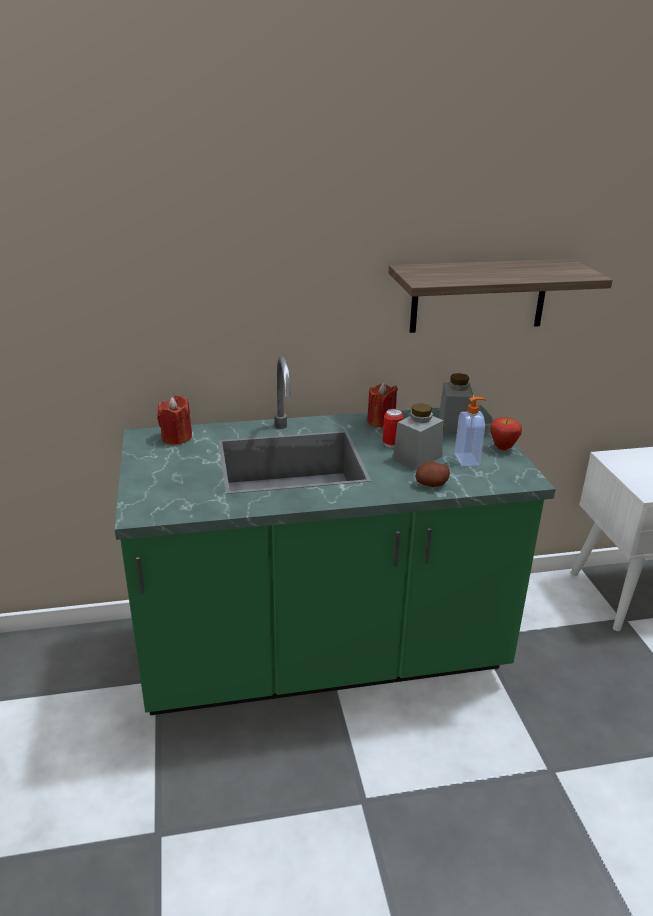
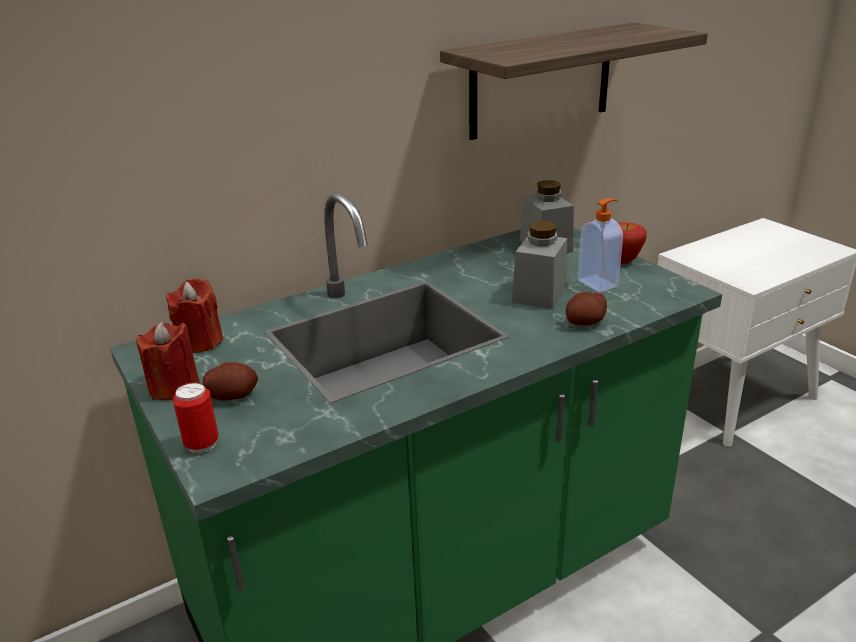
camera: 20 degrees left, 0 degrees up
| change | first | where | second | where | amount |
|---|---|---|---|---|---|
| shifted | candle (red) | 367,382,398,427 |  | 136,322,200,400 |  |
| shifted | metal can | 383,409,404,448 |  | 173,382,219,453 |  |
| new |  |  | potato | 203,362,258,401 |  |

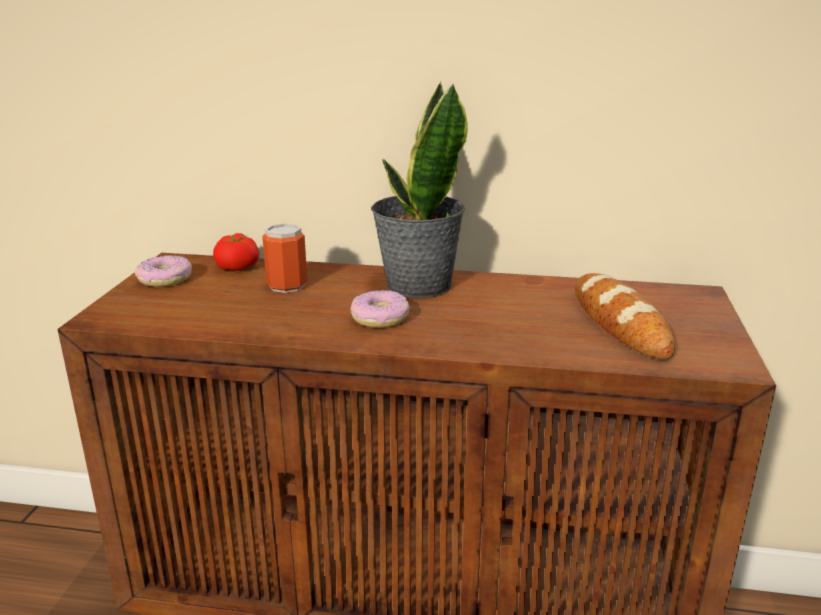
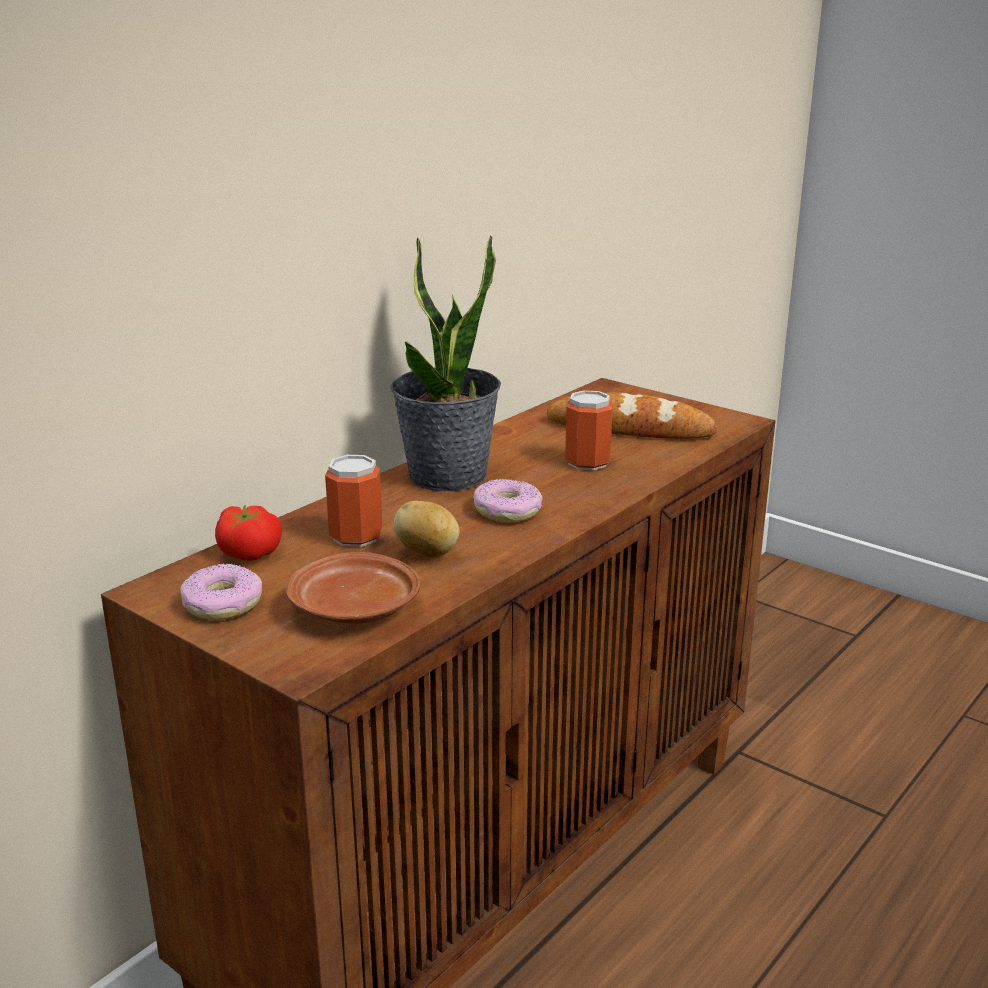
camera: 60 degrees left, 0 degrees up
| change | first | where | second | where | amount |
|---|---|---|---|---|---|
| new |  |  | dinner plate (brown-coloured) | 286,552,420,624 |  |
| new |  |  | potato | 393,501,460,558 |  |
| new |  |  | metal can | 565,390,613,470 |  |

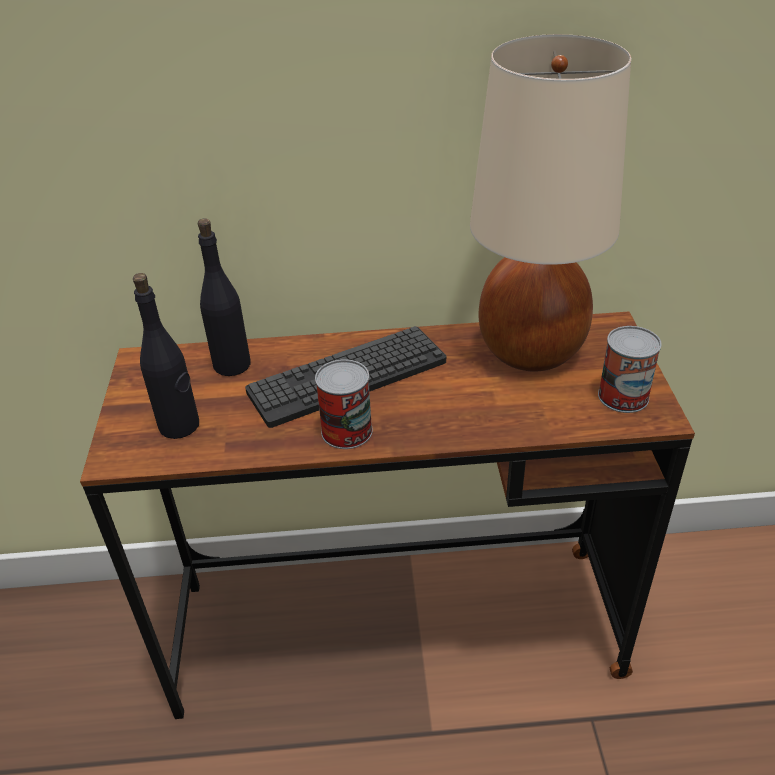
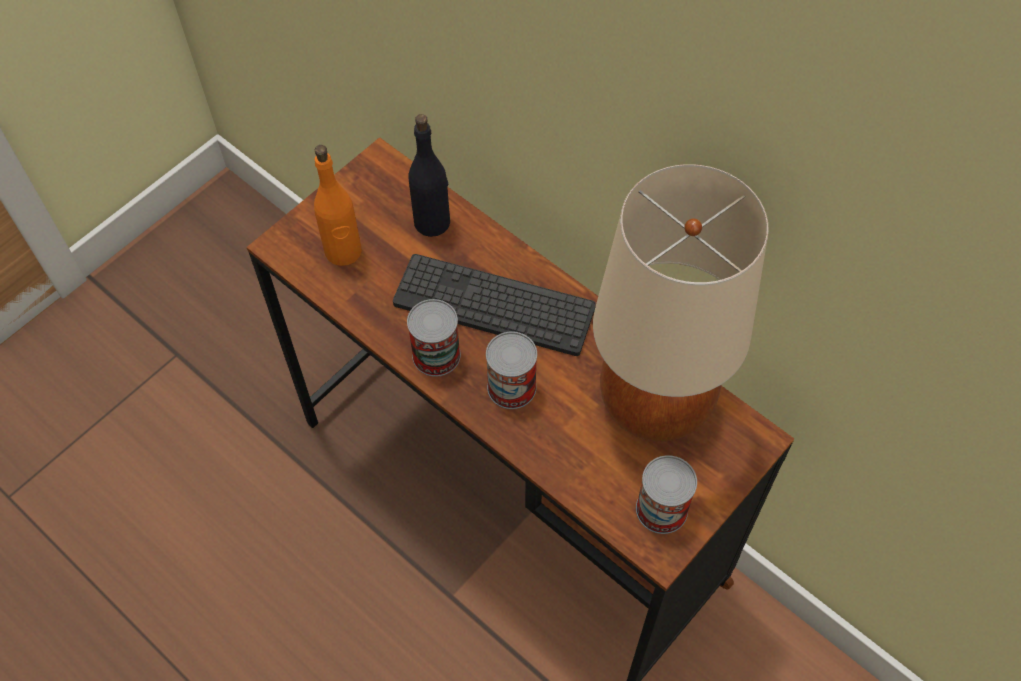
camera: 45 degrees right, 20 degrees up
| change | first | where | second | where | amount |
|---|---|---|---|---|---|
| repainted | bottle (black) | 133,273,199,439 | bottle (orange) | 314,145,362,266 |  |
| new |  |  | metal can | 486,332,537,409 |  |

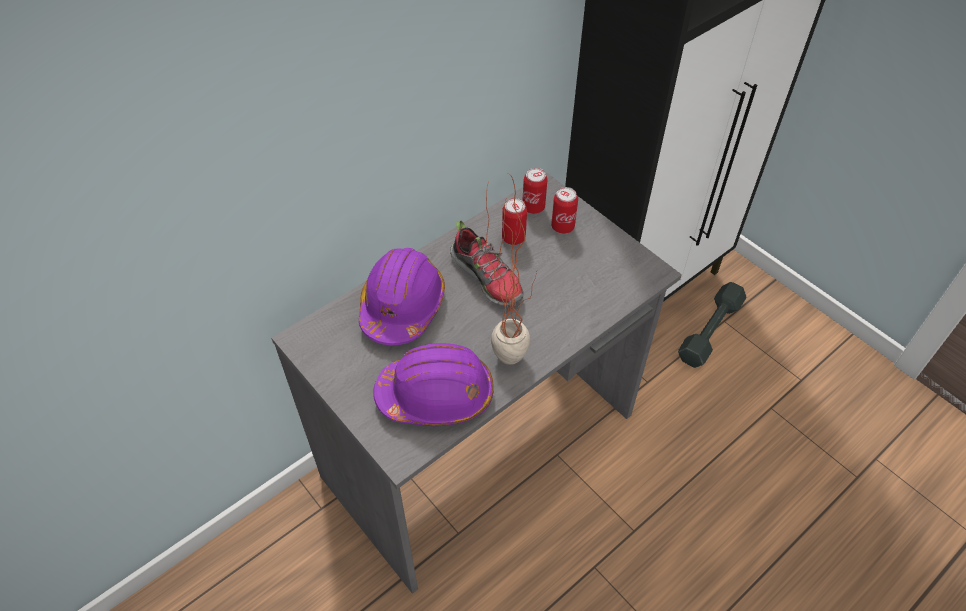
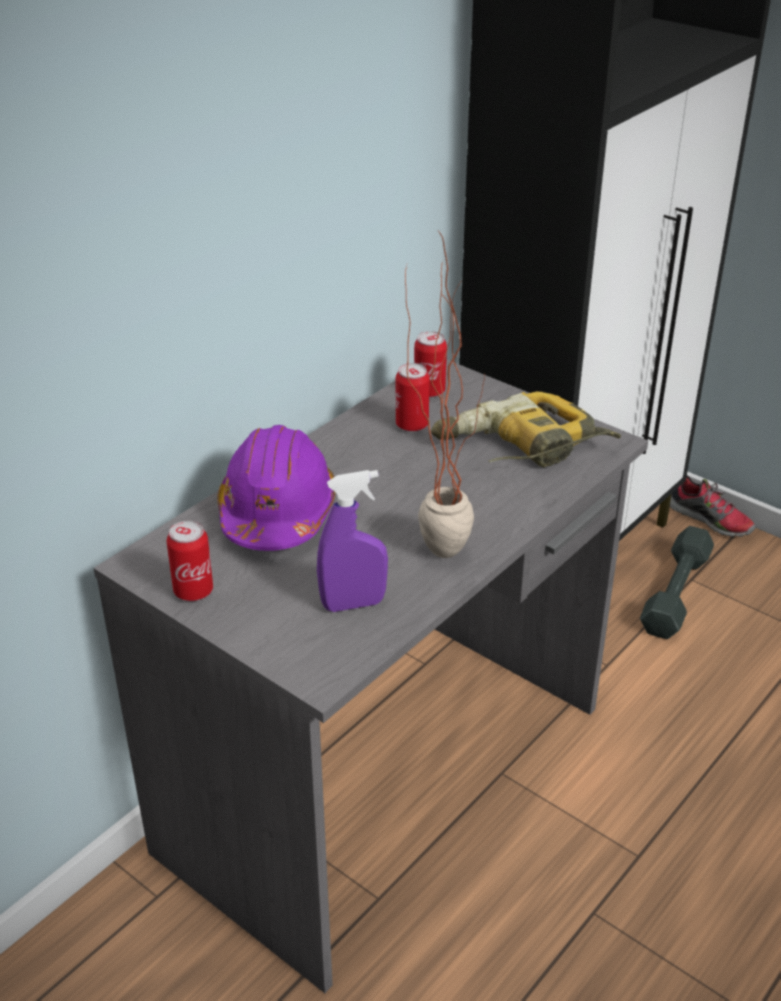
camera: 10 degrees left, 15 degrees down
| change | first | where | second | where | amount |
|---|---|---|---|---|---|
| swapped | safety helmet (purple-coloured) | 373,343,494,426 | sprayer (purple-coloured) | 317,470,388,612 |  |
| shifted | item of footwear | 450,220,524,306 |  | 670,475,756,537 |  |
| shifted | metal can | 551,187,578,234 |  | 167,521,213,601 |  |
| new |  |  | electric drill | 431,392,621,467 |  |

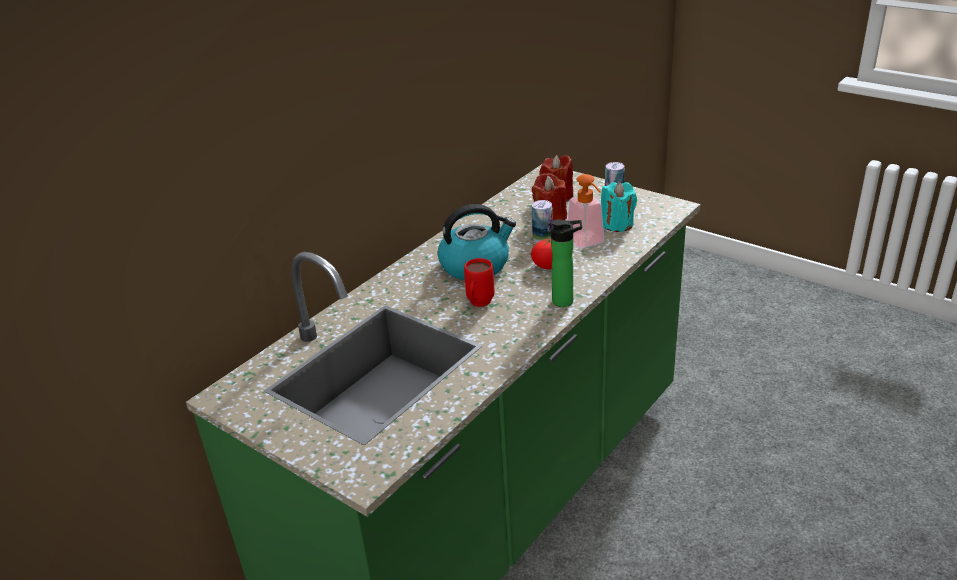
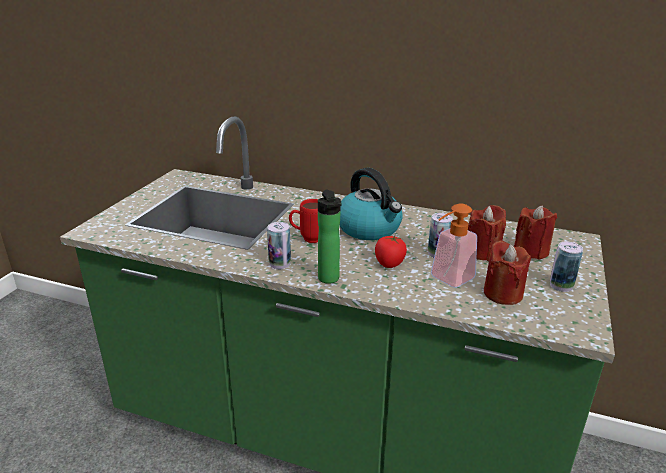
camera: 70 degrees right, 5 degrees down
| change | first | where | second | where | amount |
|---|---|---|---|---|---|
| repainted | candle (blue-green) | 601,182,637,232 | candle (red) | 484,240,531,305 |  |
| new |  |  | metal can | 267,222,291,270 |  |

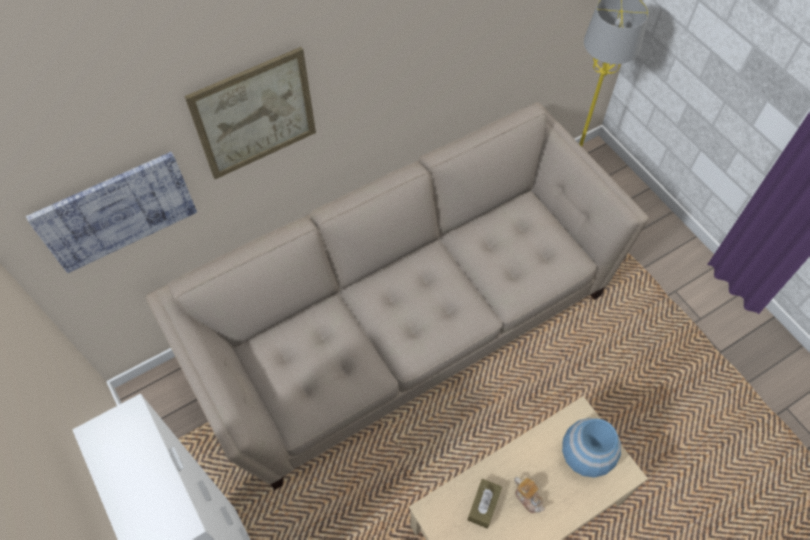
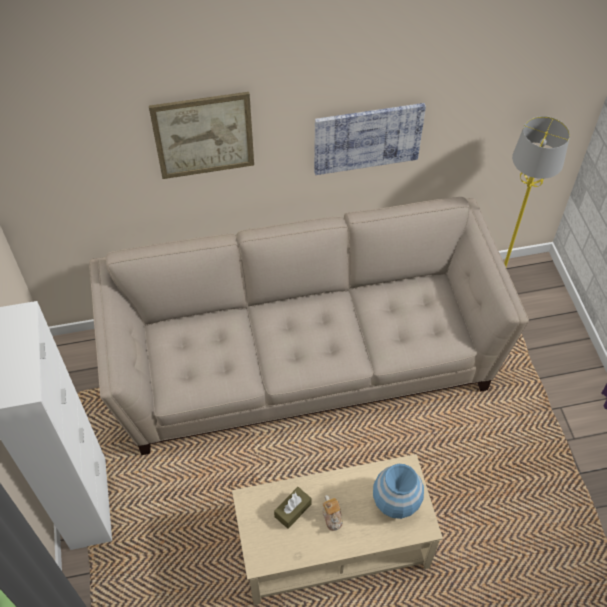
camera: 20 degrees right, 5 degrees down
| change | first | where | second | where | amount |
|---|---|---|---|---|---|
| shifted | picture | 26,152,197,273 |  | 314,103,426,175 |  |

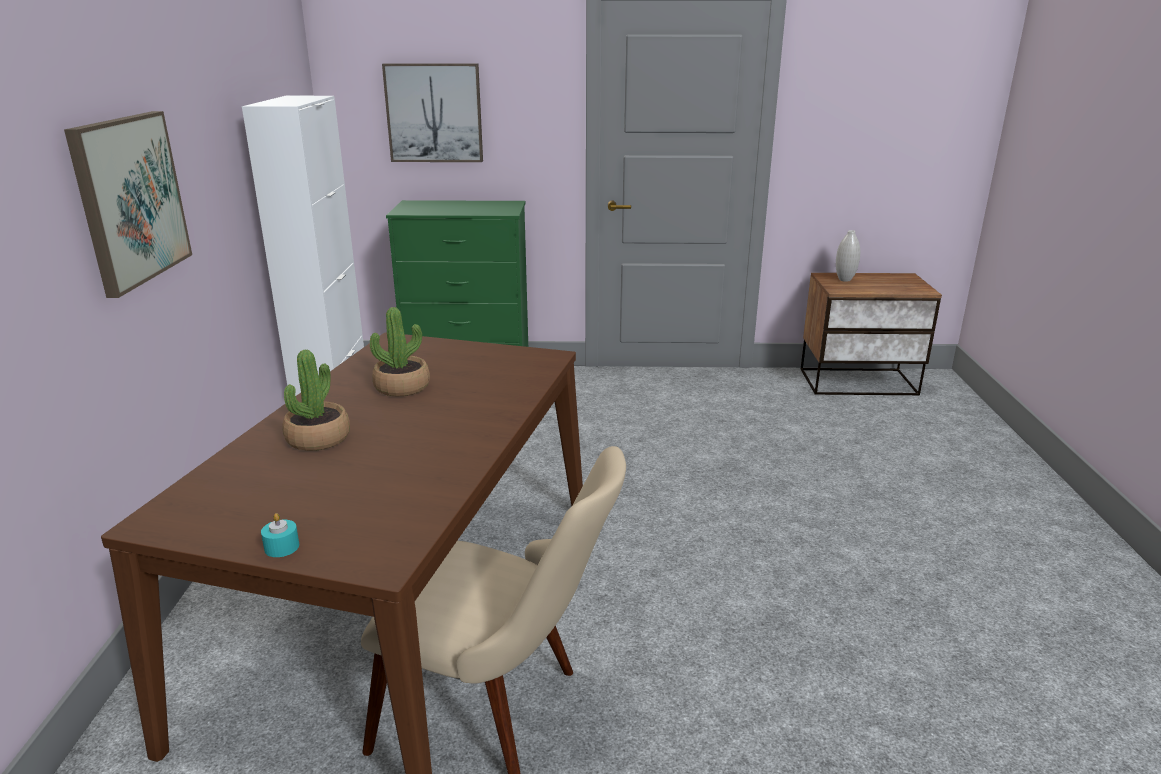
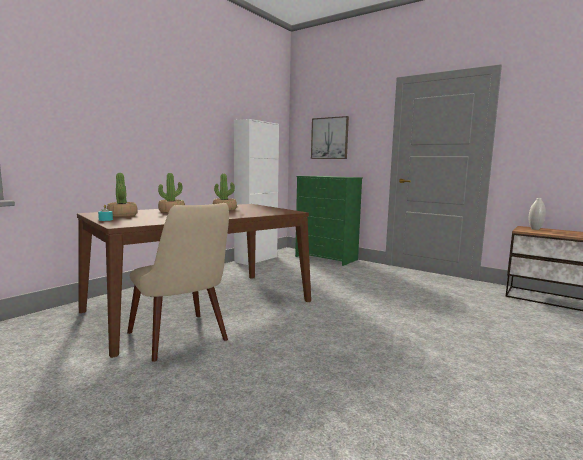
camera: 35 degrees right, 15 degrees down
| change | first | where | second | where | amount |
|---|---|---|---|---|---|
| gone | picture | 64,111,192,298 |  |  |  |
| new |  |  | potted plant | 107,173,138,217 |  |

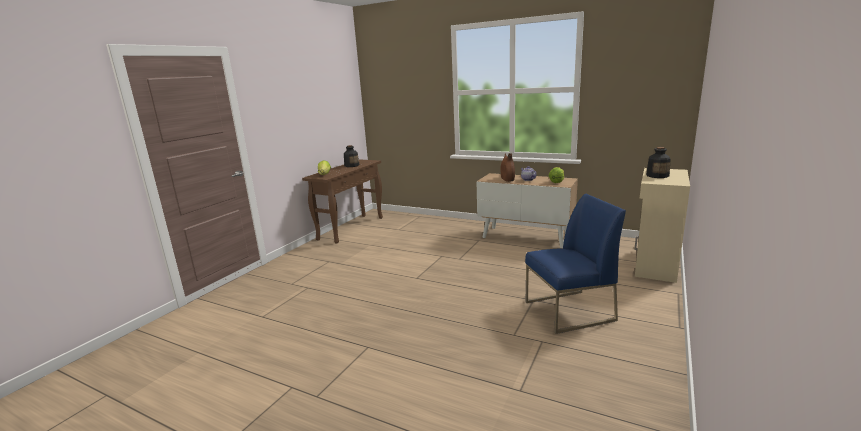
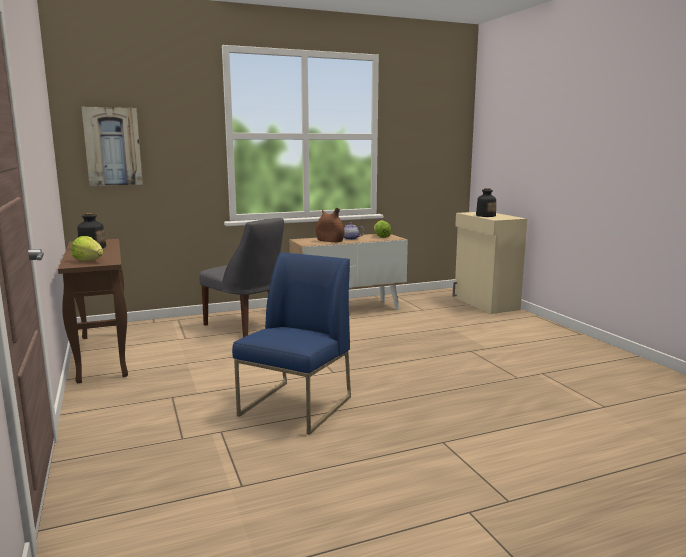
camera: 50 degrees left, 5 degrees down
| change | first | where | second | where | amount |
|---|---|---|---|---|---|
| shifted | plain chair (blue) | 525,194,626,334 |  | 232,252,351,435 |  |
| new |  |  | picture | 82,107,143,186 |  |
| new |  |  | plain chair (greyish) | 200,218,284,337 |  |

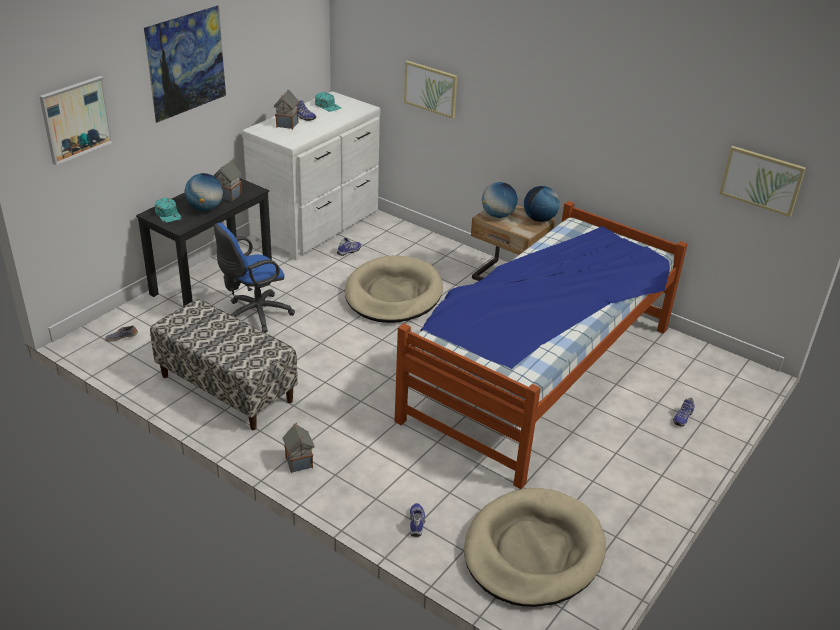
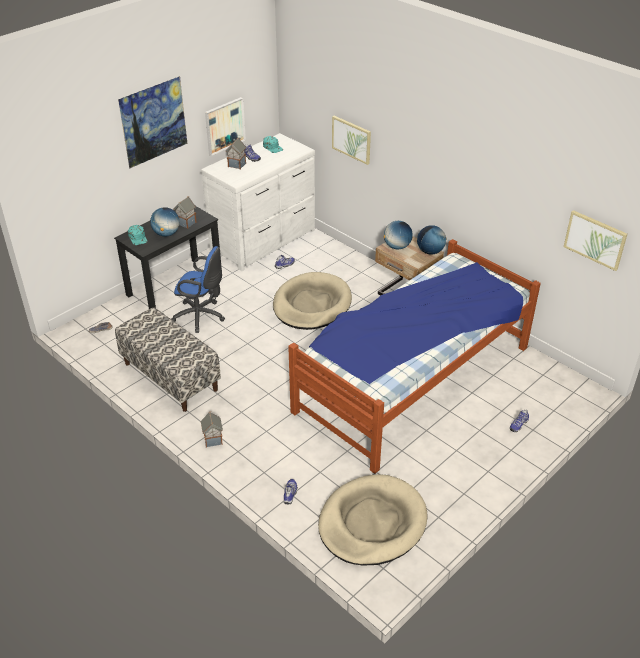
camera: 10 degrees right, 5 degrees up
| change | first | where | second | where | amount |
|---|---|---|---|---|---|
| shifted | picture | 39,76,114,165 |  | 205,97,246,156 |  |
| rotated | computer chair (blue) | 214,223,295,332 |  | 171,246,225,333 | 135 degrees counterclockwise |

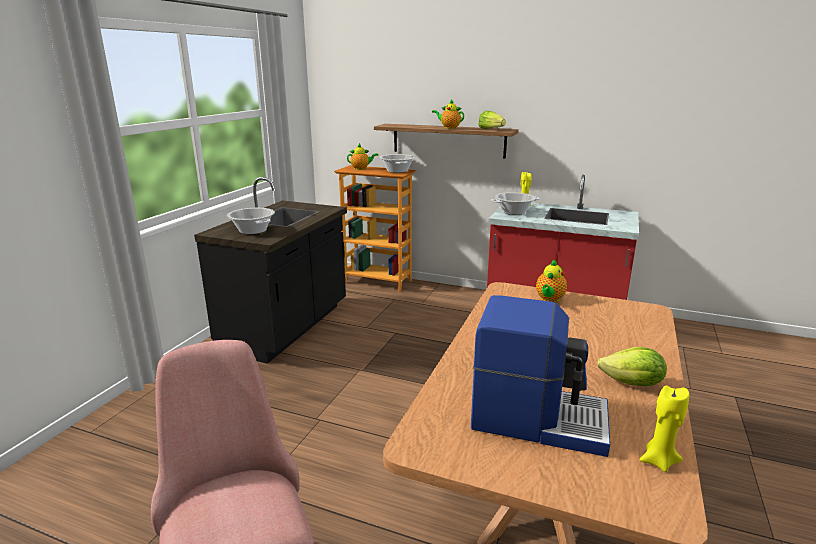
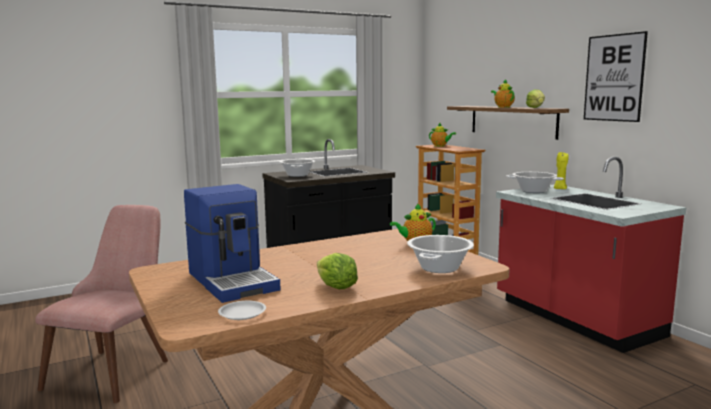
camera: 40 degrees right, 10 degrees down
| change | first | where | second | where | amount |
|---|---|---|---|---|---|
| shifted | cooking pot | 380,154,415,173 |  | 407,235,474,273 |  |
| swapped | candle (yellow-coloured) | 640,386,689,472 | dinner plate (whitish) | 218,301,266,320 |  |
| new |  |  | picture | 584,31,648,122 |  |

